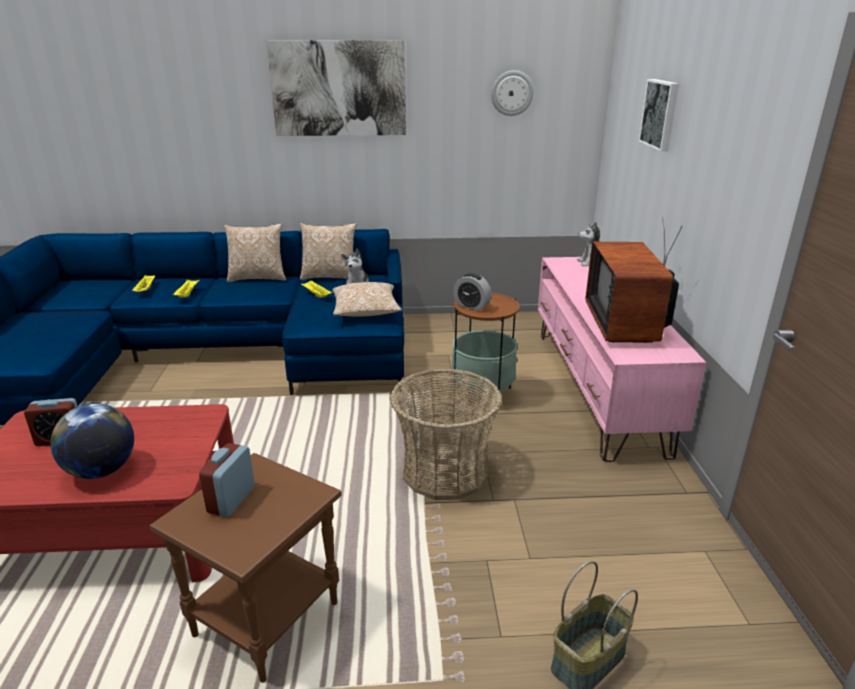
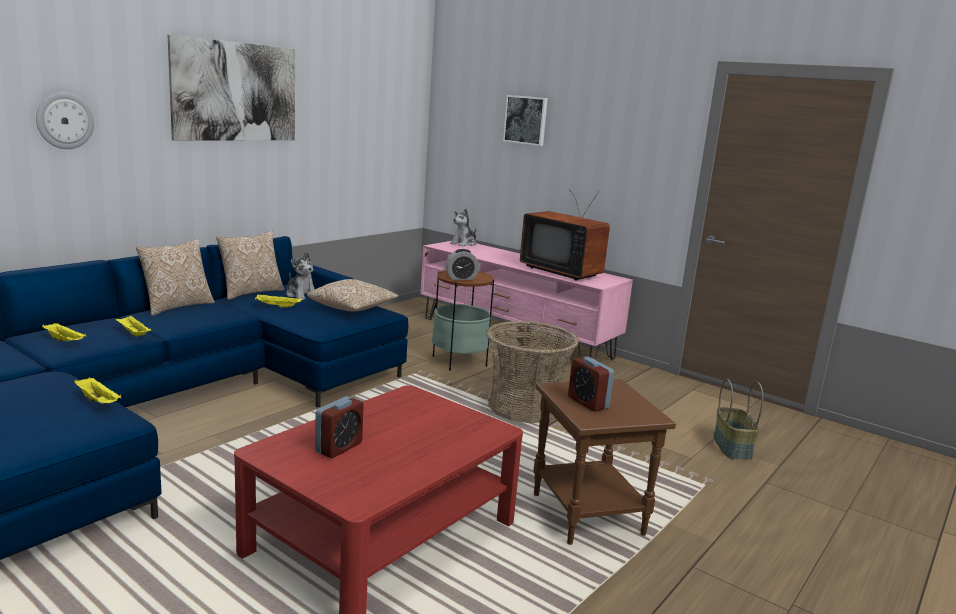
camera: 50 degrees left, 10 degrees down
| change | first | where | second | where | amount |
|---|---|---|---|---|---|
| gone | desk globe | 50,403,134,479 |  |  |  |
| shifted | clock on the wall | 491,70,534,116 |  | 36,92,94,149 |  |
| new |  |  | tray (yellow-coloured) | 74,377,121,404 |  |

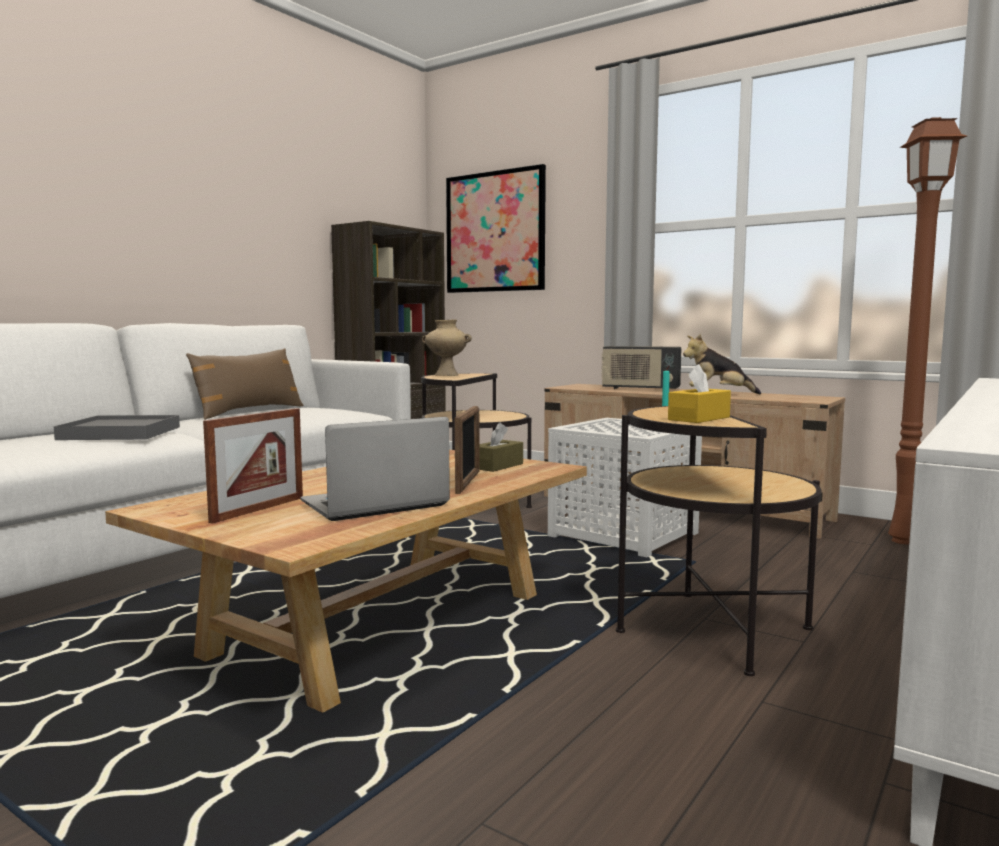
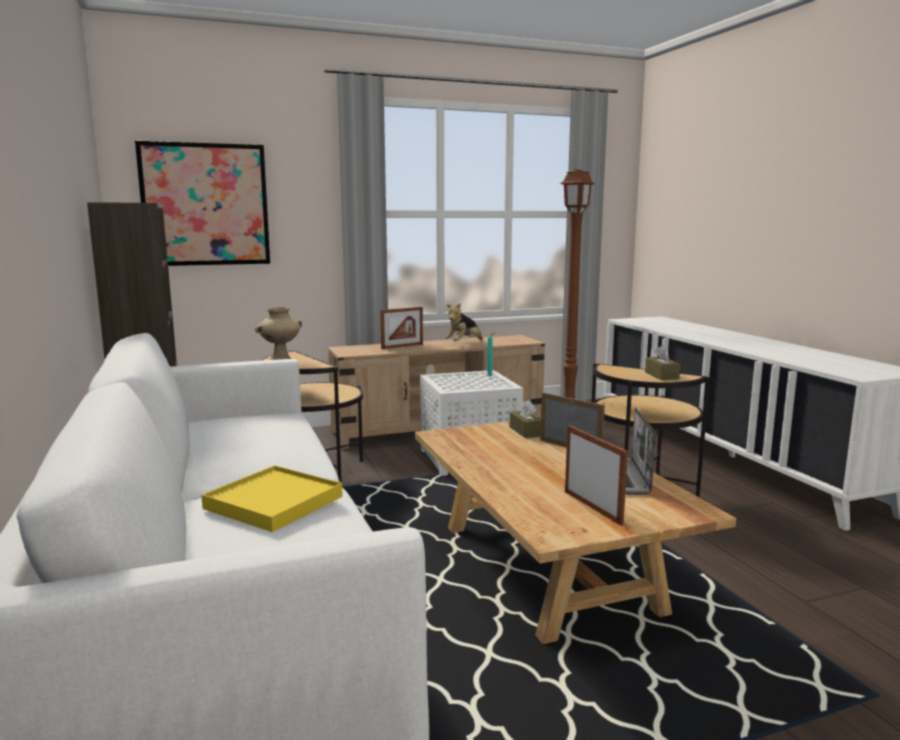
camera: 55 degrees left, 5 degrees up
| change | first | where | second | where | amount |
|---|---|---|---|---|---|
| repainted | tray (greyish) | 54,415,180,440 | tray (yellow-coloured) | 201,465,343,532 |  |
| gone | pillow (brown-coloured) | 186,348,303,420 |  |  |  |
| swapped | radio set | 601,346,682,389 | standing frame | 380,307,423,349 |  |
| repainted | tissue box (yellow-coloured) | 668,364,731,423 | tissue box (brown-coloured) | 645,345,680,380 |  |

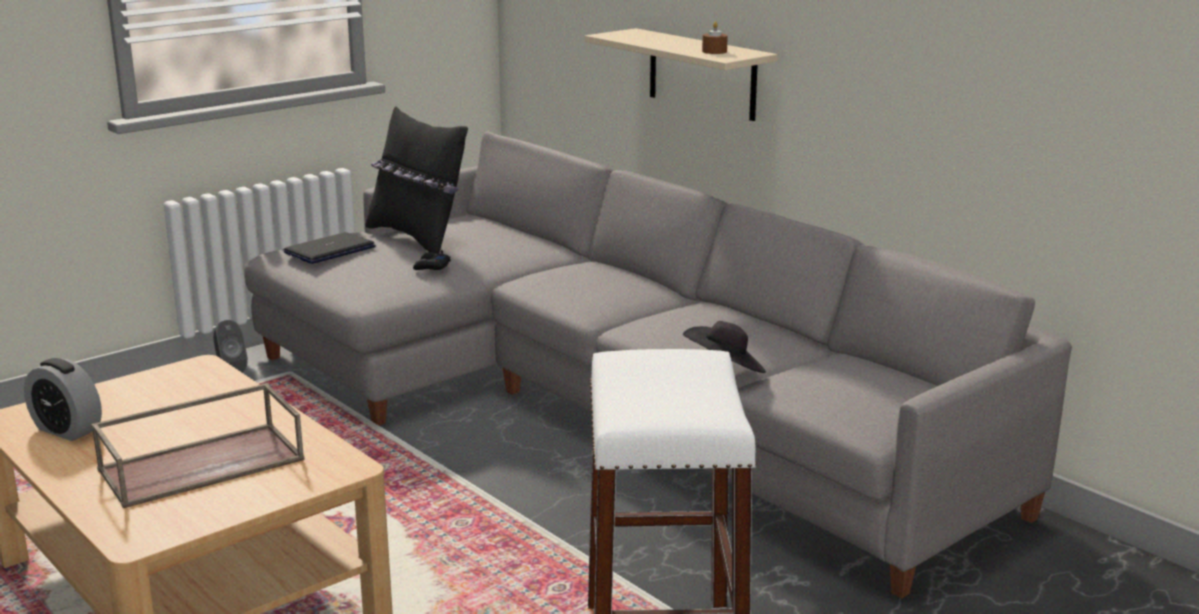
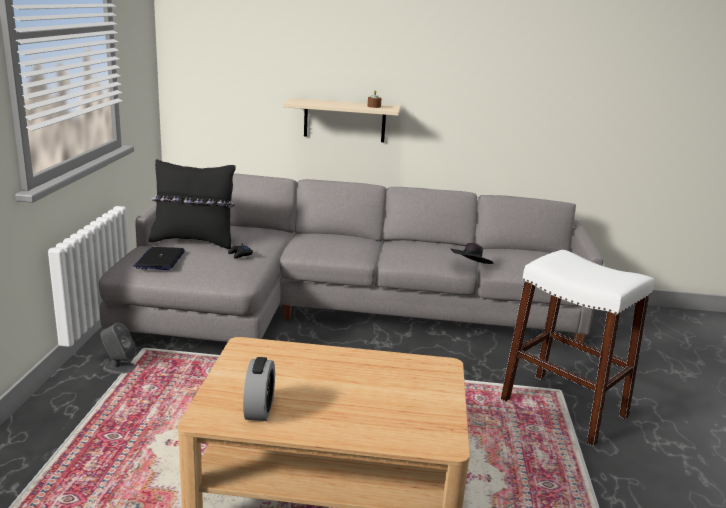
camera: 45 degrees left, 0 degrees up
| change | first | where | second | where | amount |
|---|---|---|---|---|---|
| rotated | alarm clock | 24,358,102,441 |  | 243,357,275,421 | 75 degrees counterclockwise |
| gone | tray (brown-coloured) | 91,383,305,508 |  |  |  |

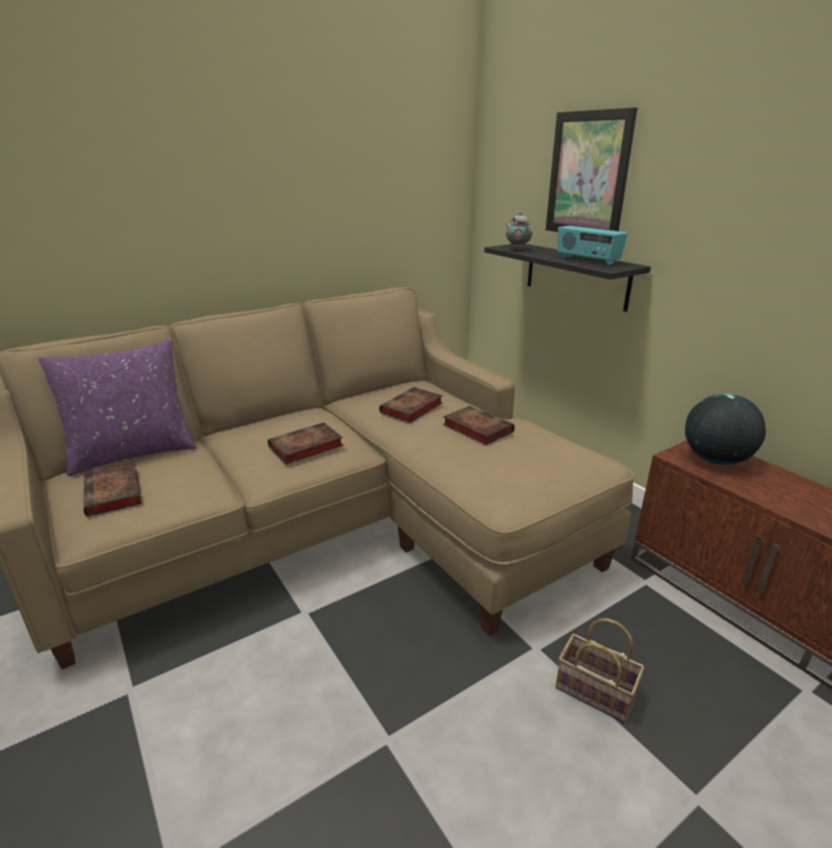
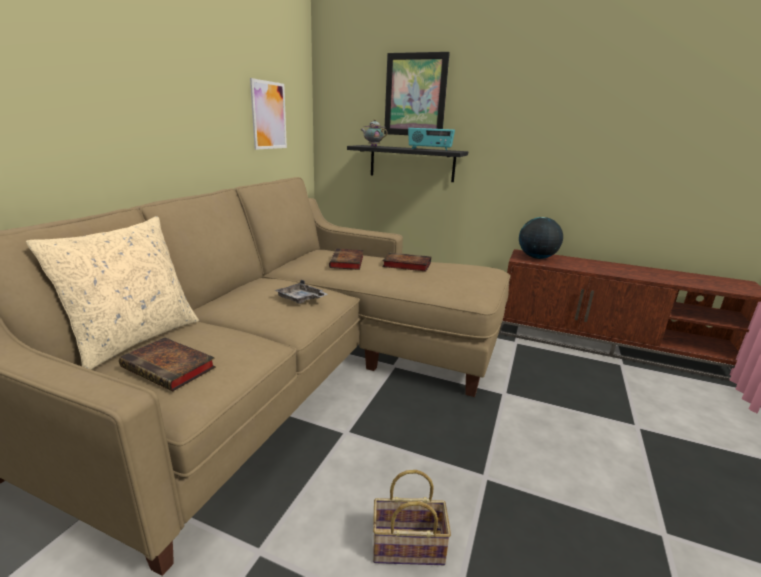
camera: 35 degrees left, 5 degrees down
| change | first | where | second | where | amount |
|---|---|---|---|---|---|
| repainted | pillow (purple-coloured) | 38,339,197,476 | pillow (beige-coloured) | 26,216,199,370 |  |
| swapped | bound book | 268,422,343,464 | tray (greyish) | 274,280,328,304 |  |
| shifted | household basket | 555,618,644,723 |  | 373,470,451,565 |  |
| new |  |  | picture | 250,78,287,150 |  |

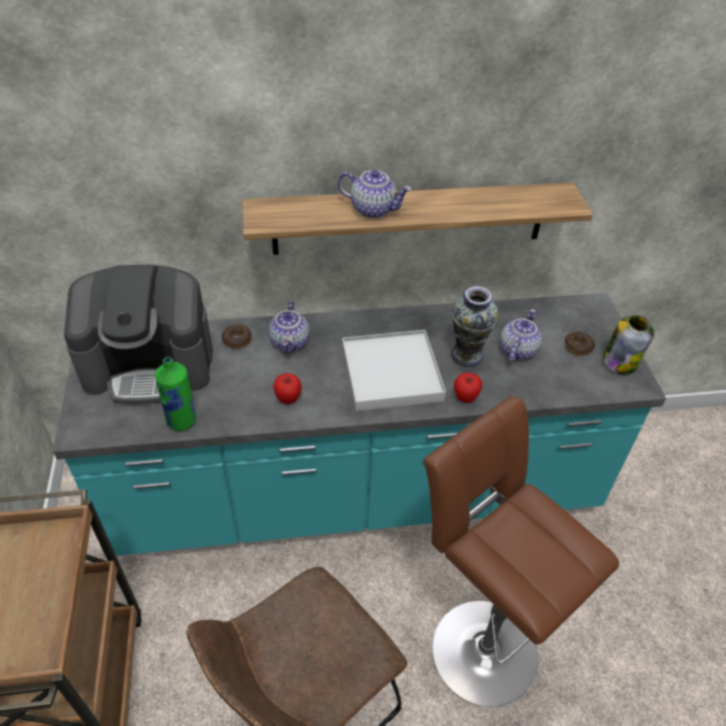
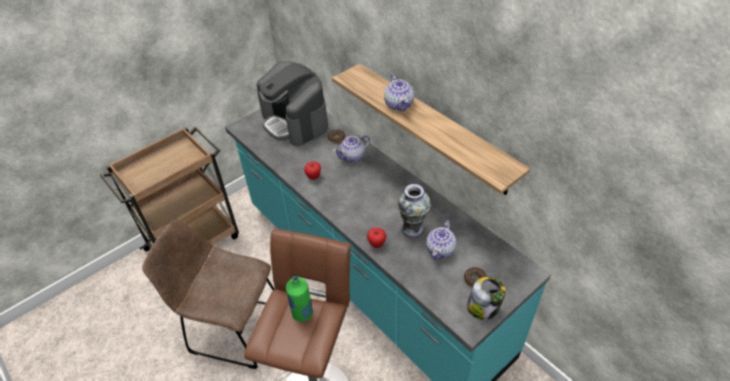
camera: 60 degrees right, 0 degrees up
| change | first | where | second | where | amount |
|---|---|---|---|---|---|
| shifted | bottle (green-coloured) | 155,357,196,431 |  | 286,276,313,322 |  |
| gone | tray (whitish) | 342,330,446,411 |  |  |  |
| rotated | tea pot | 500,309,542,362 |  | 426,220,456,260 | 120 degrees clockwise |

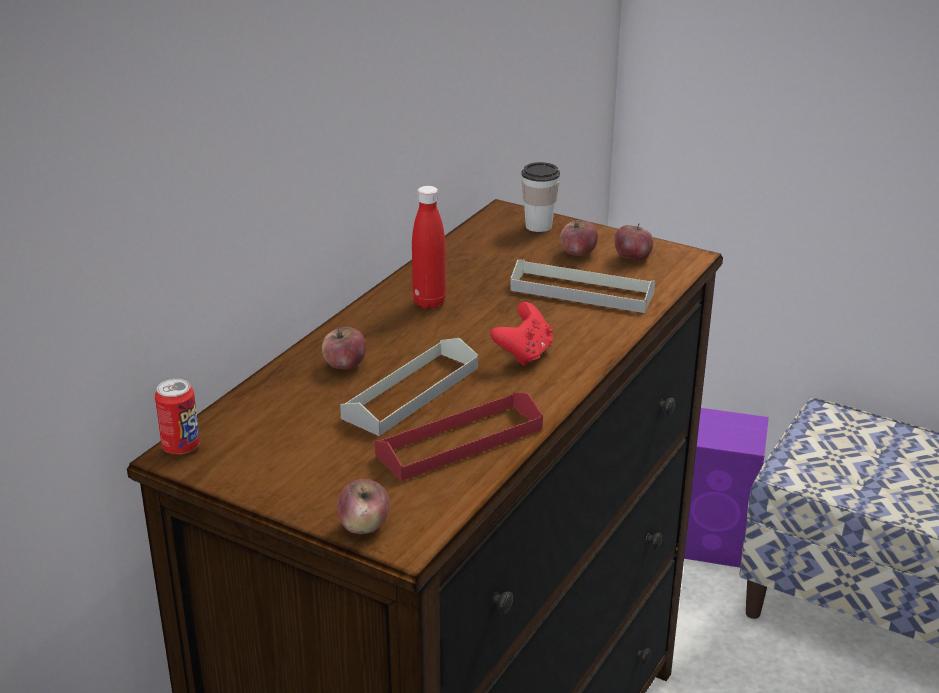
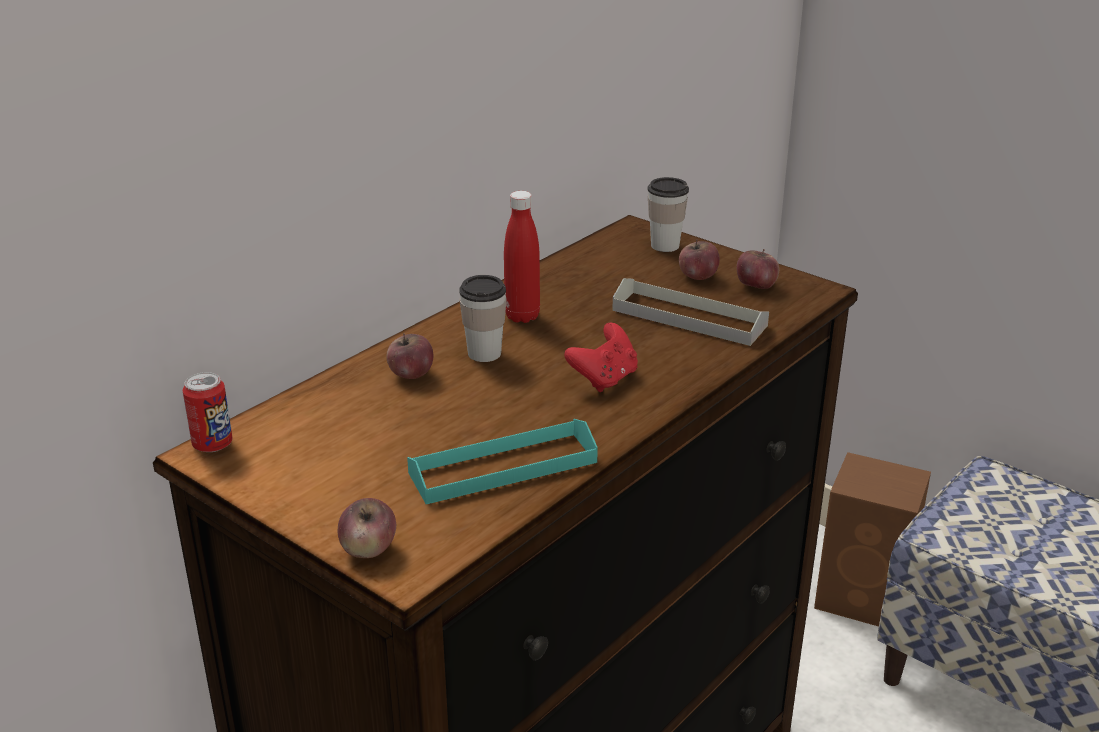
camera: 10 degrees right, 0 degrees up
| change | first | where | second | where | amount |
|---|---|---|---|---|---|
| gone | tray (greyish) | 340,338,478,436 |  |  |  |
| repainted | tray (red) | 375,392,543,481 | tray (blue-green) | 407,419,598,504 |  |
| repainted | audio speaker (purple-coloured) | 684,408,769,568 | audio speaker (brown-coloured) | 814,452,931,627 |  |
| new |  |  | drinking cup | 459,275,506,362 |  |

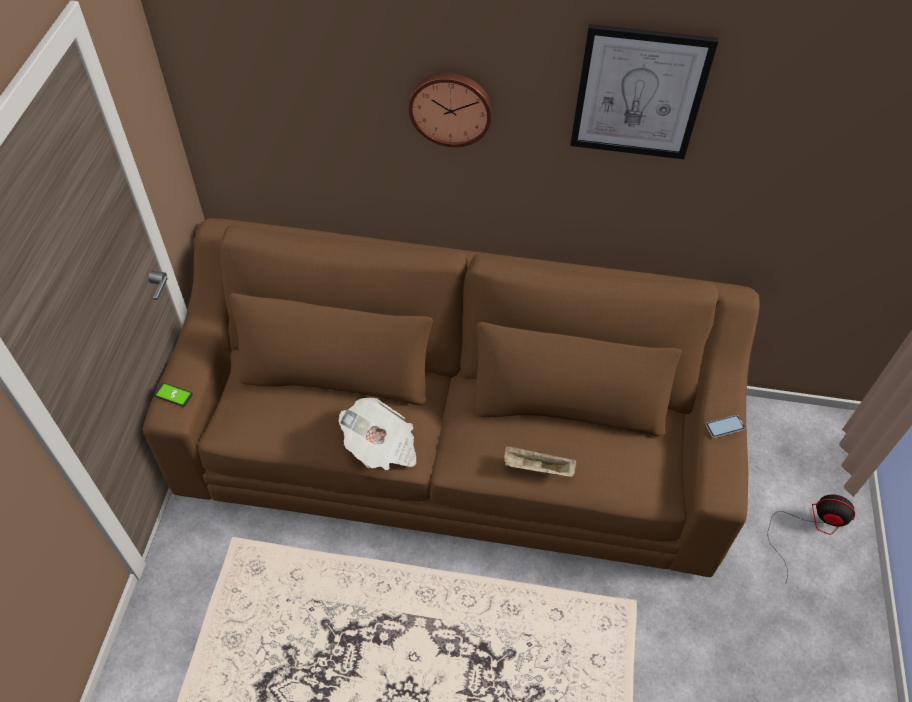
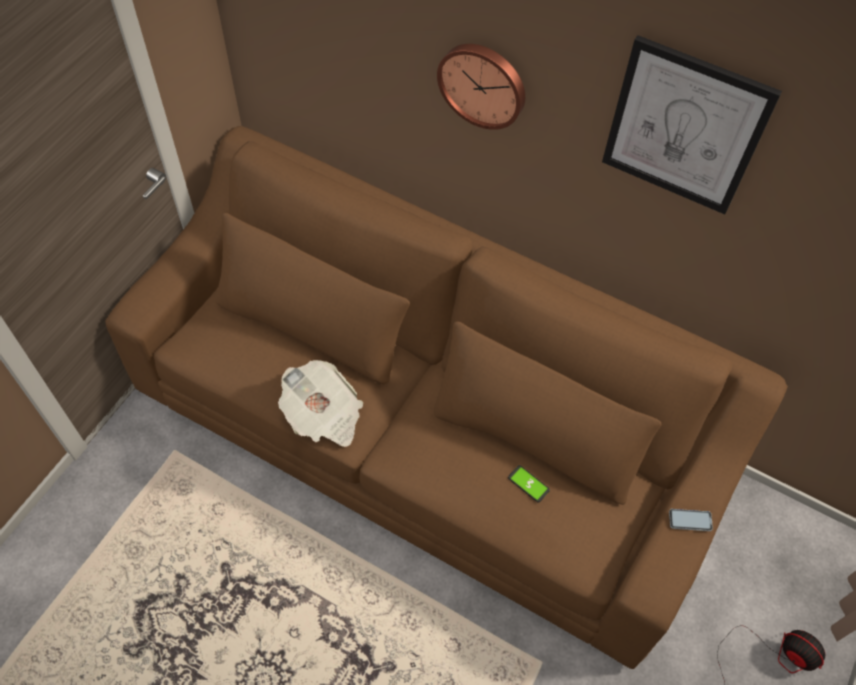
camera: 20 degrees right, 5 degrees up
| change | first | where | second | where | amount |
|---|---|---|---|---|---|
| shifted | telephone | 154,383,193,407 |  | 508,465,550,502 |  |
| gone | tray (beige-coloured) | 505,446,577,477 |  |  |  |

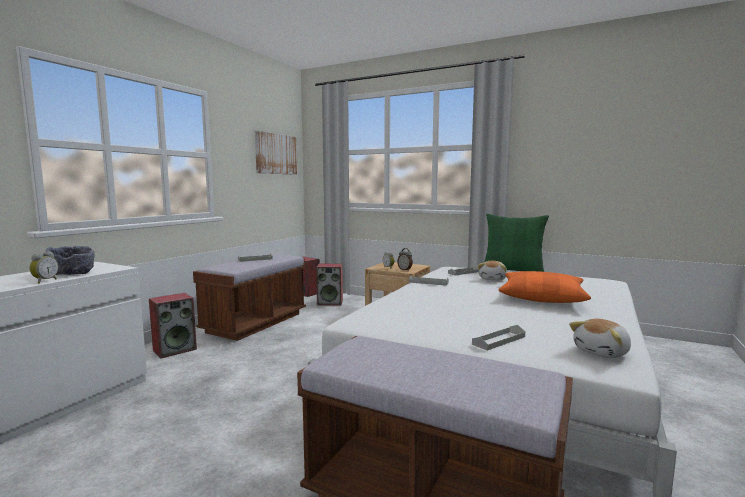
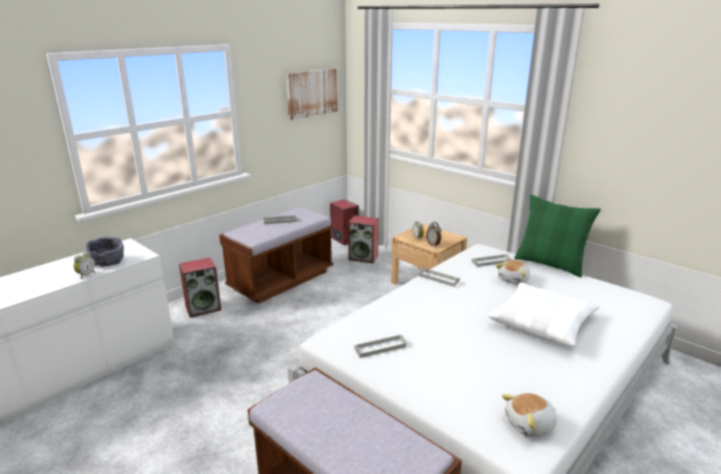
camera: 15 degrees right, 15 degrees up
| change | first | where | second | where | amount |
|---|---|---|---|---|---|
| shifted | tray (greyish) | 472,325,525,351 |  | 354,335,406,358 |  |
| repainted | pillow (orange) | 499,271,591,303 | pillow (whitish) | 488,283,600,347 |  |

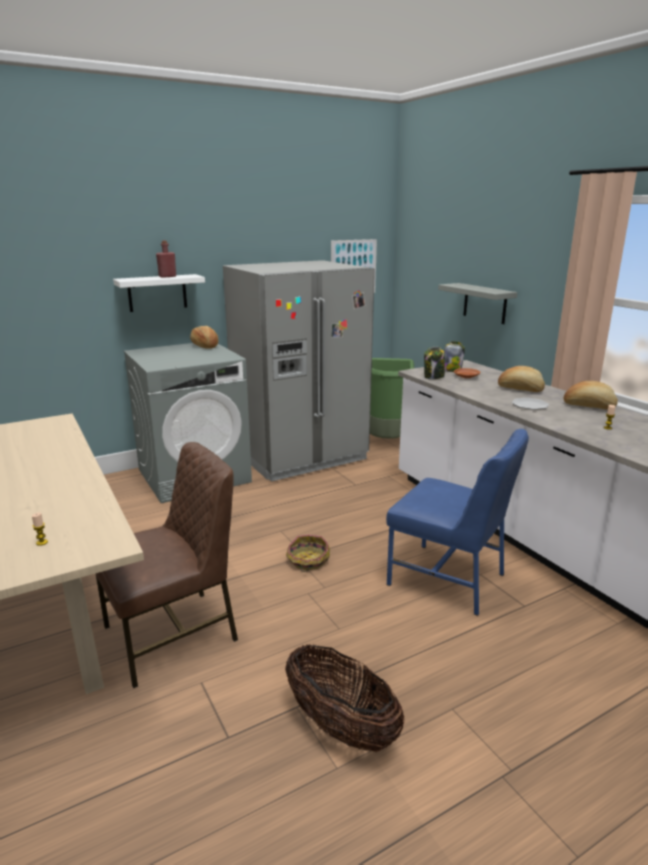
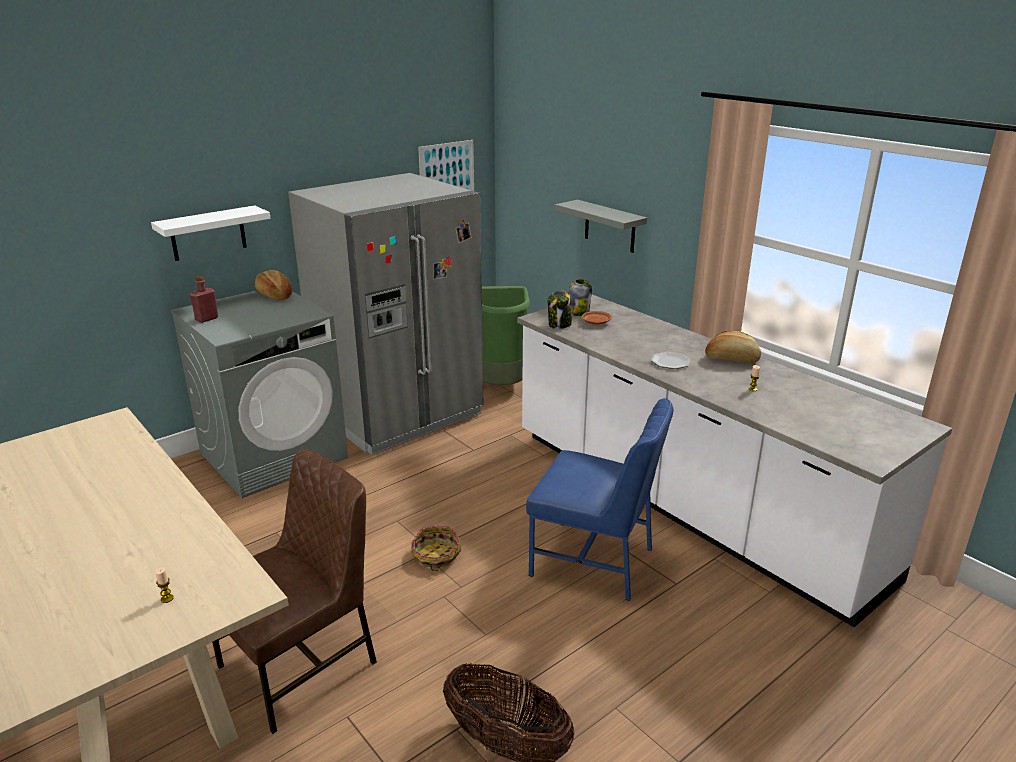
camera: 10 degrees left, 5 degrees up
| change | first | where | second | where | amount |
|---|---|---|---|---|---|
| shifted | bottle (red) | 156,240,176,278 |  | 190,276,218,323 |  |
| gone | bakery bread | 498,366,545,392 |  |  |  |

